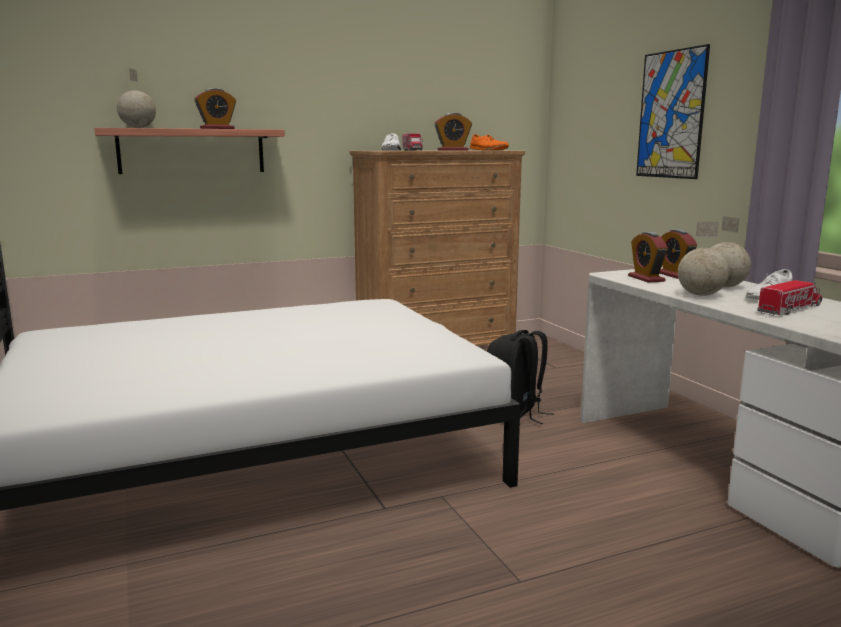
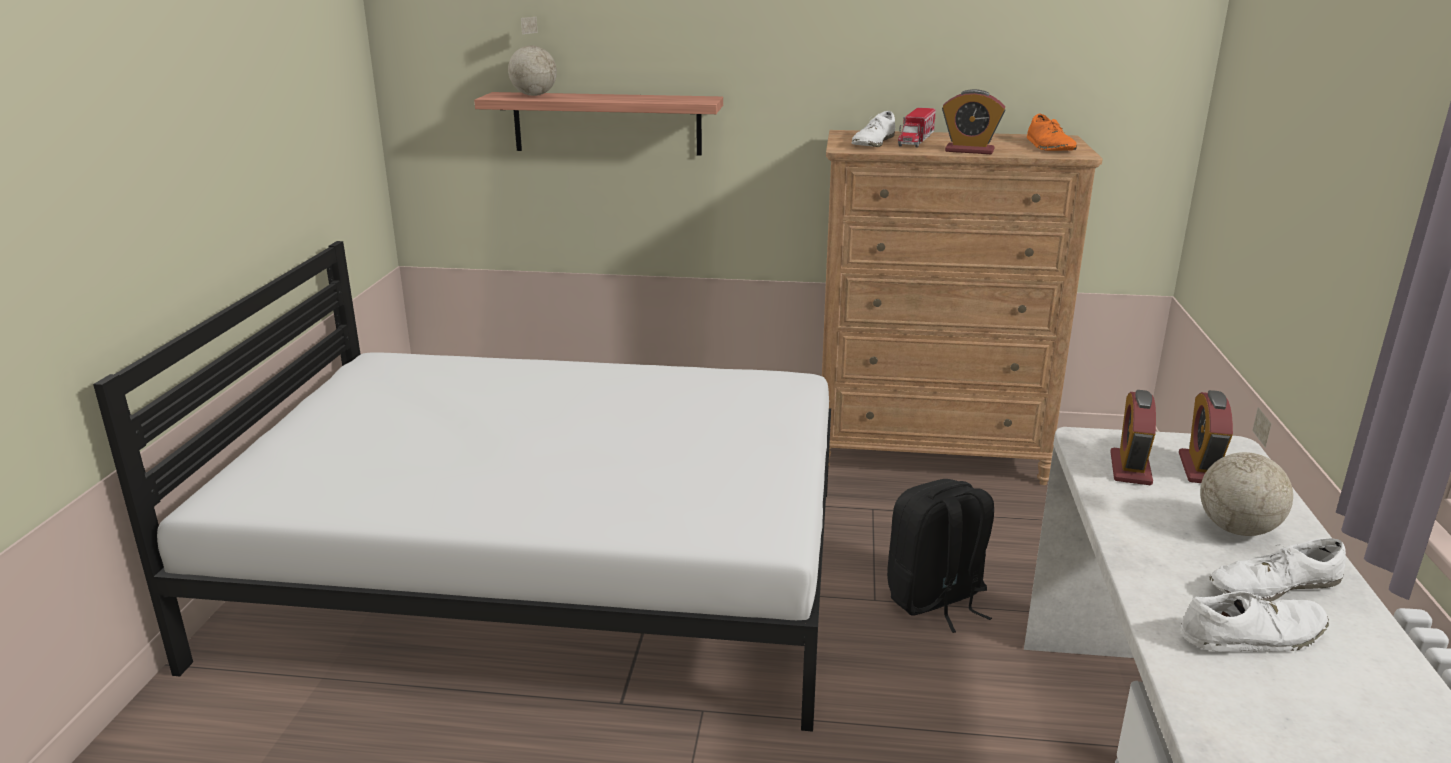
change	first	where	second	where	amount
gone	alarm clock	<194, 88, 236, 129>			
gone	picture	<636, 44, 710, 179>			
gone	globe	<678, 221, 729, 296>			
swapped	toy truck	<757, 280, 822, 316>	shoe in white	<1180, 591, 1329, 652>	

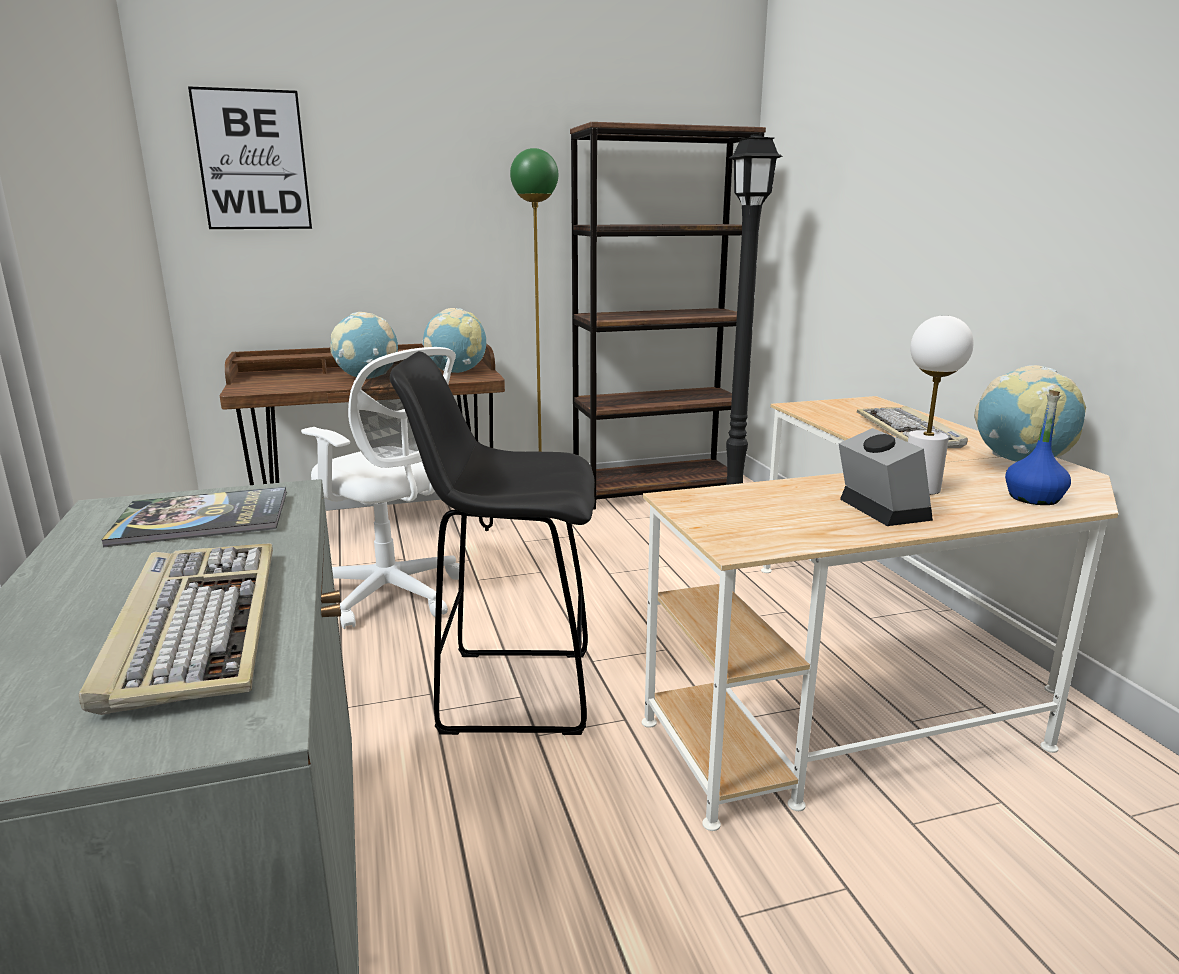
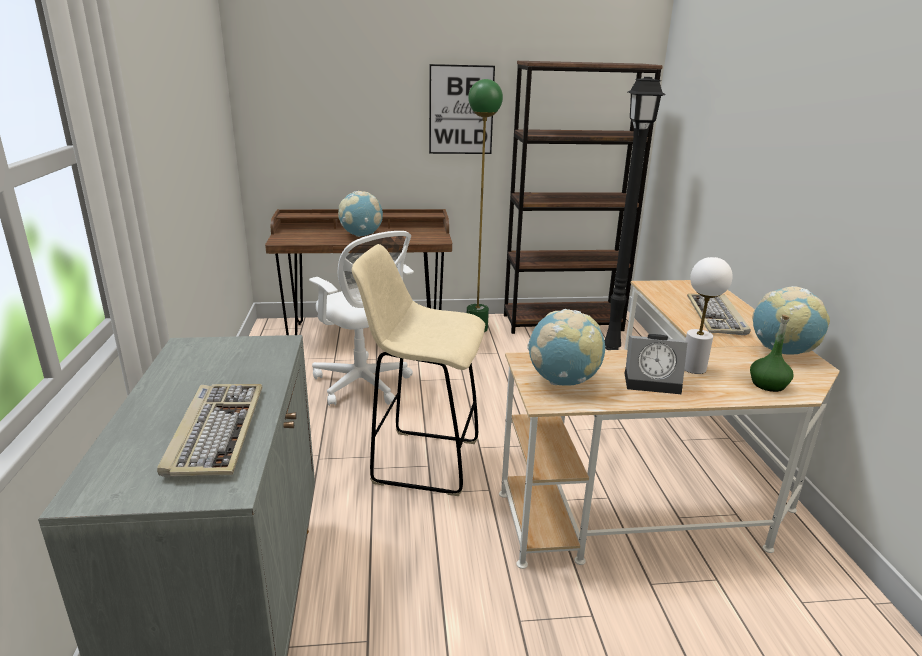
change	first	where	second	where	amount
gone	book	<101, 486, 287, 547>			
shifted	picture	<188, 86, 312, 229>		<429, 64, 495, 154>	
shifted	globe	<422, 308, 486, 373>		<527, 309, 605, 386>	
repainted	stool in black	<390, 351, 595, 735>	stool in beige	<352, 244, 485, 496>	
repainted	bottle in blue	<1005, 389, 1071, 505>	bottle in green	<750, 315, 793, 392>	
rotated	alarm clock	<838, 428, 933, 526>		<624, 334, 687, 394>	105 degrees clockwise

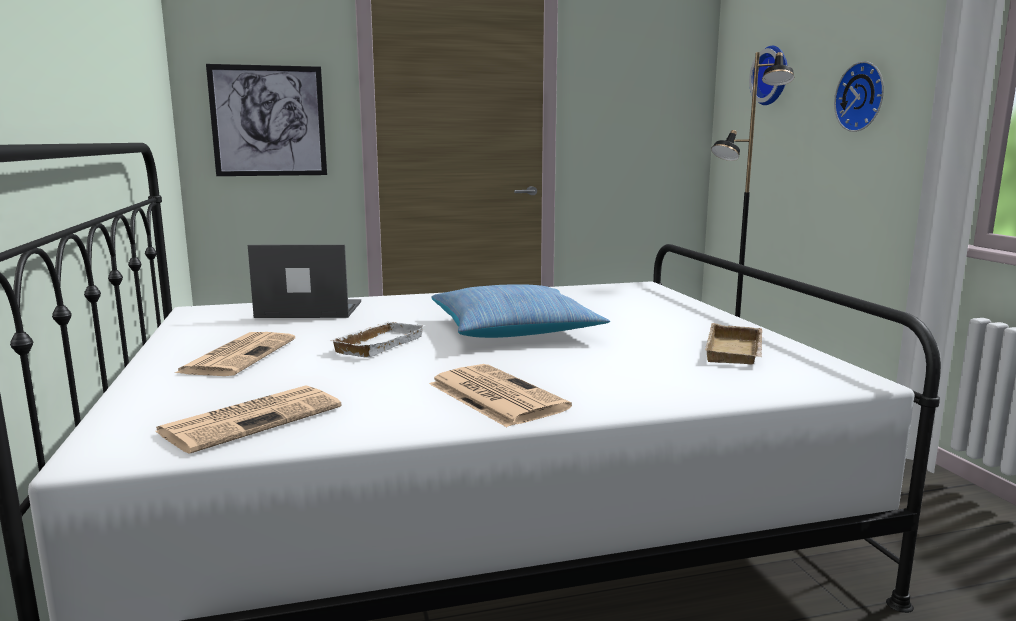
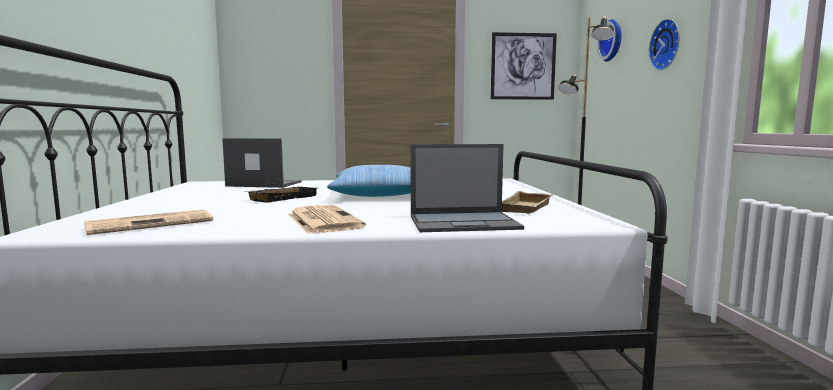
change	first	where	second	where	amount
gone	newspaper	<175, 332, 295, 376>			
new			laptop	<411, 144, 524, 232>	
shifted	picture	<206, 64, 327, 176>		<491, 32, 557, 100>	
repainted	tray in white	<327, 321, 425, 358>	tray in black	<246, 186, 317, 203>	

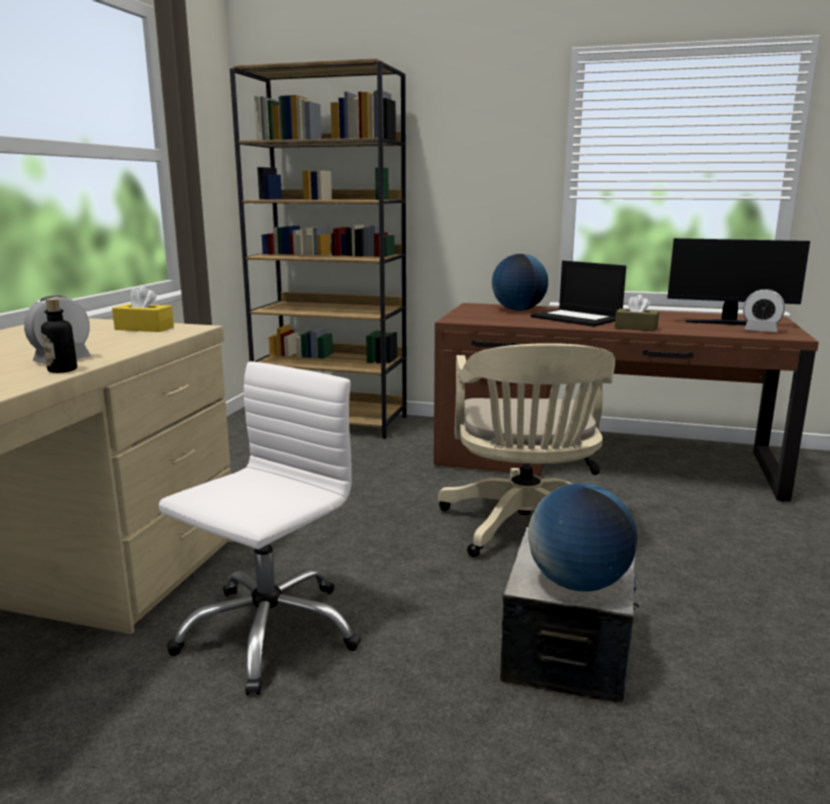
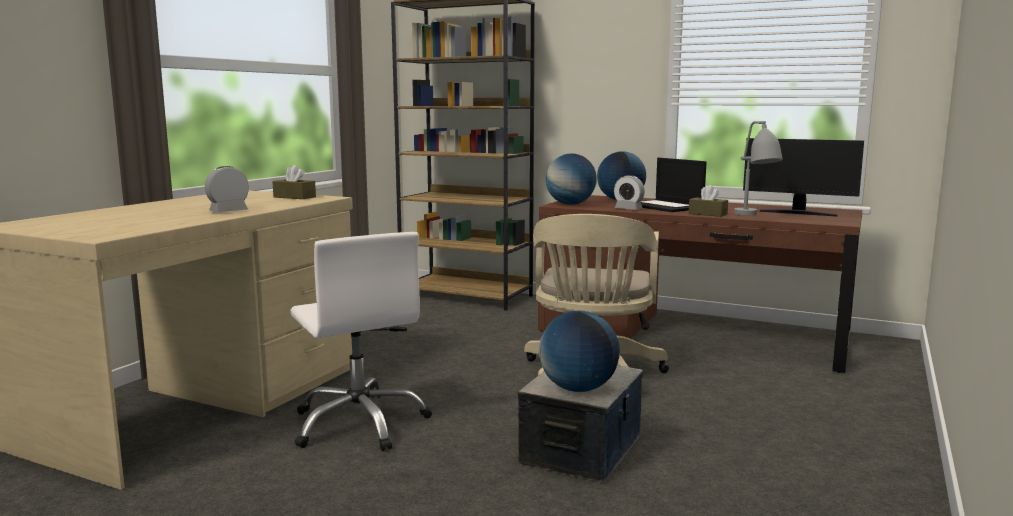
change	first	where	second	where	amount
gone	bottle	<41, 299, 77, 373>			
new			globe	<546, 154, 597, 205>	
new			table lamp in grey	<734, 121, 783, 215>	
shifted	alarm clock	<743, 289, 785, 332>		<614, 175, 645, 210>	
repainted	tissue box in yellow	<112, 285, 174, 332>	tissue box in brown	<272, 165, 316, 199>	
rotated	office chair in white	<159, 361, 361, 695>		<290, 232, 432, 451>	105 degrees clockwise

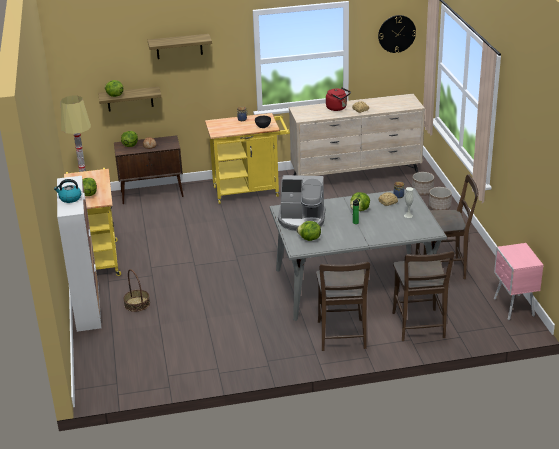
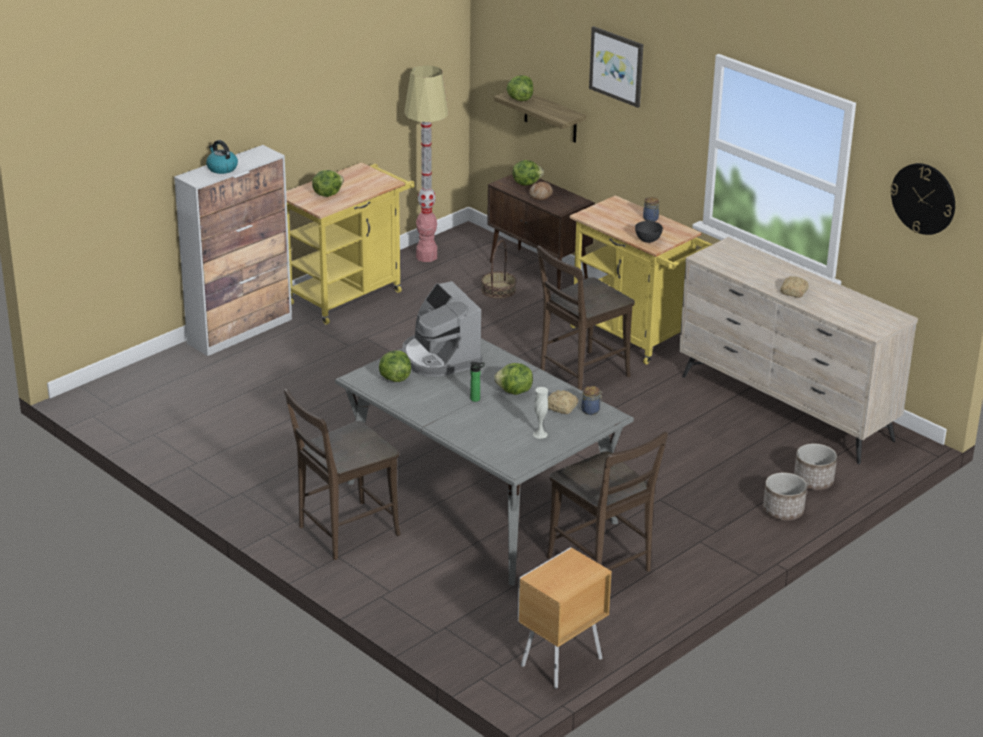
change	first	where	second	where	amount
gone	kettle in red	<326, 87, 351, 111>			
shifted	basket	<123, 269, 150, 312>		<481, 240, 516, 299>	
shifted	chair in brown	<392, 251, 454, 341>		<537, 246, 635, 390>	
swapped	shelf	<148, 34, 212, 59>	picture	<589, 26, 643, 108>	
repainted	nightstand in pink	<494, 243, 544, 320>	nightstand in brown	<518, 547, 612, 689>	

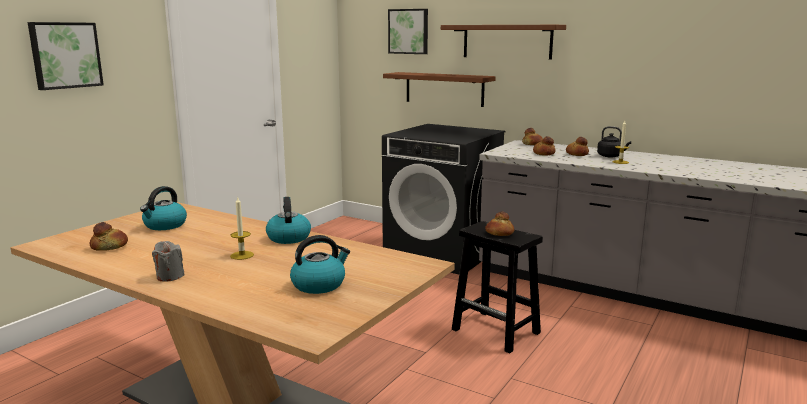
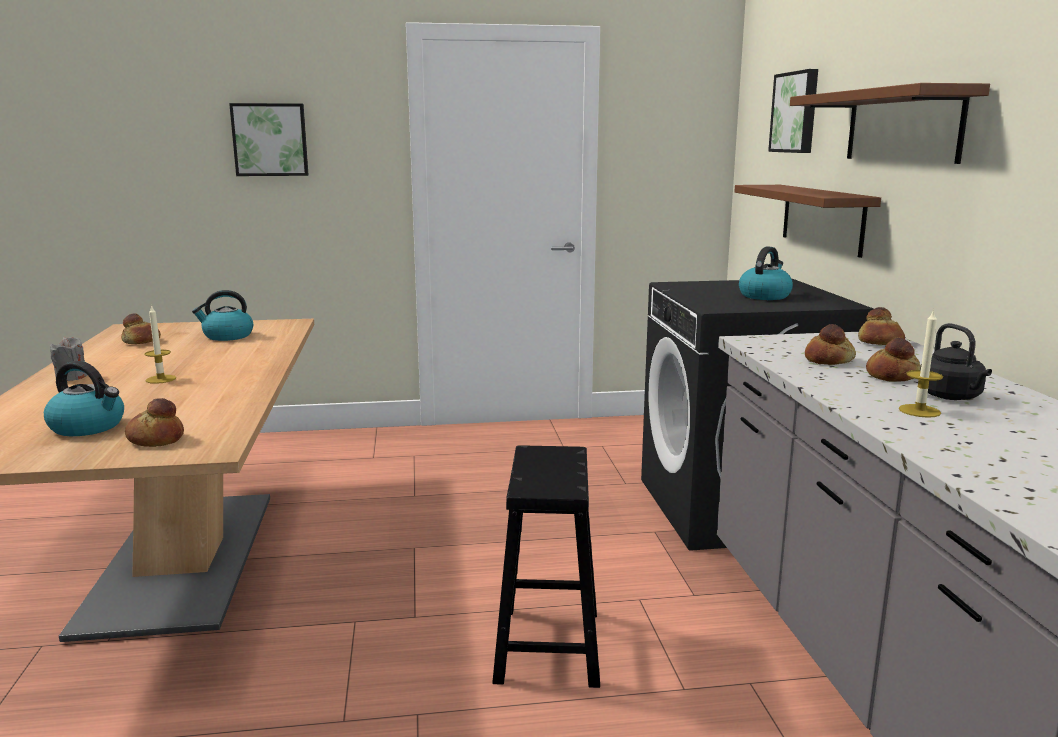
change	first	where	second	where	amount
shifted	kettle	<266, 197, 311, 244>		<739, 246, 793, 300>	
shifted	bread	<485, 212, 514, 236>		<125, 398, 184, 447>	

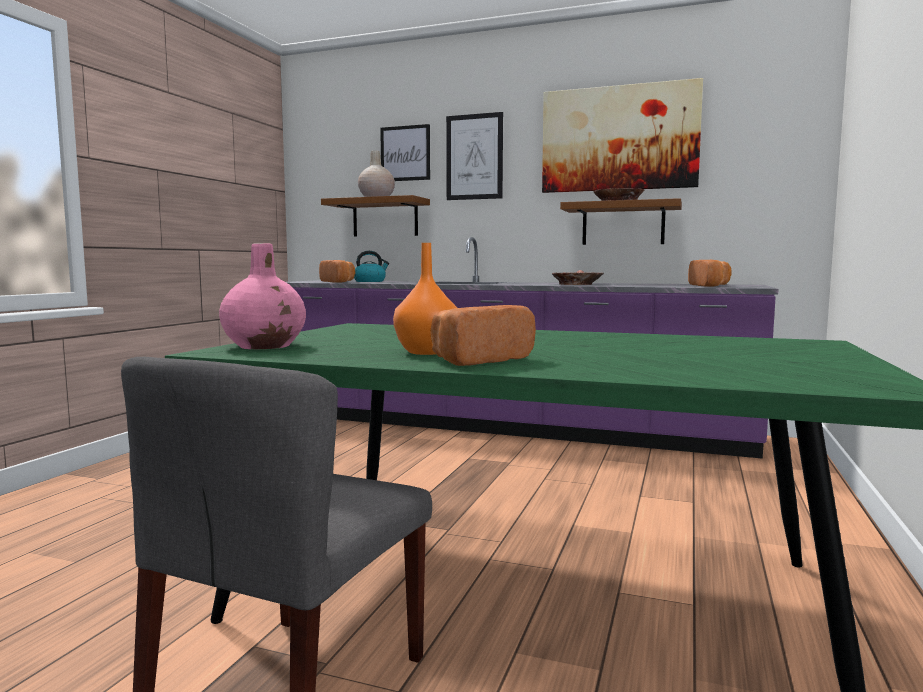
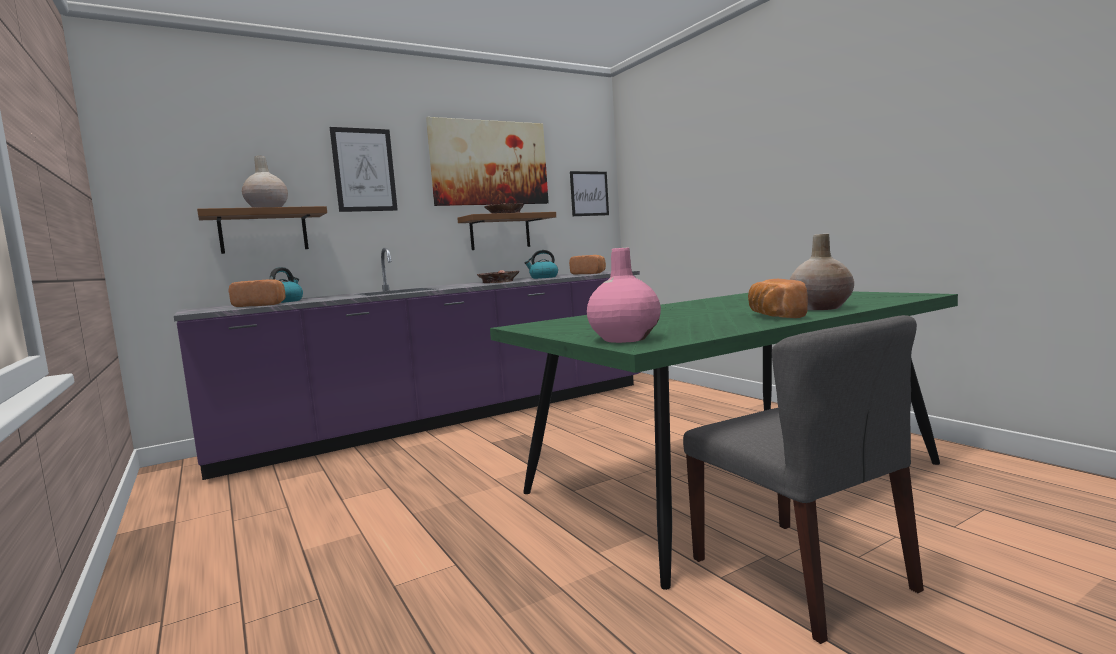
change	first	where	second	where	amount
gone	vase in orange	<393, 243, 457, 355>			
new			kettle	<524, 250, 558, 279>	
new			vase in beige	<790, 234, 854, 310>	
shifted	picture	<380, 124, 430, 181>		<570, 171, 609, 216>	

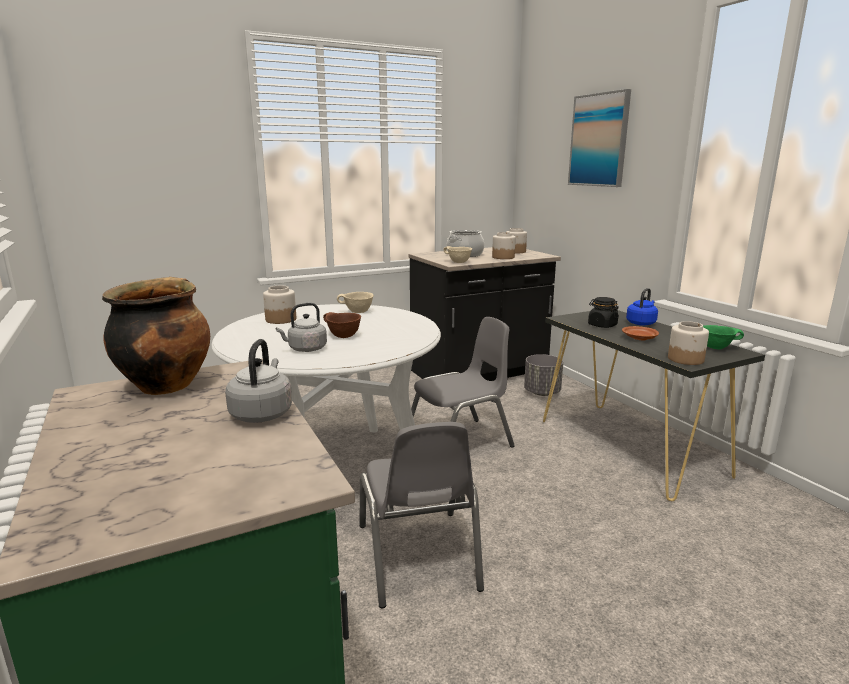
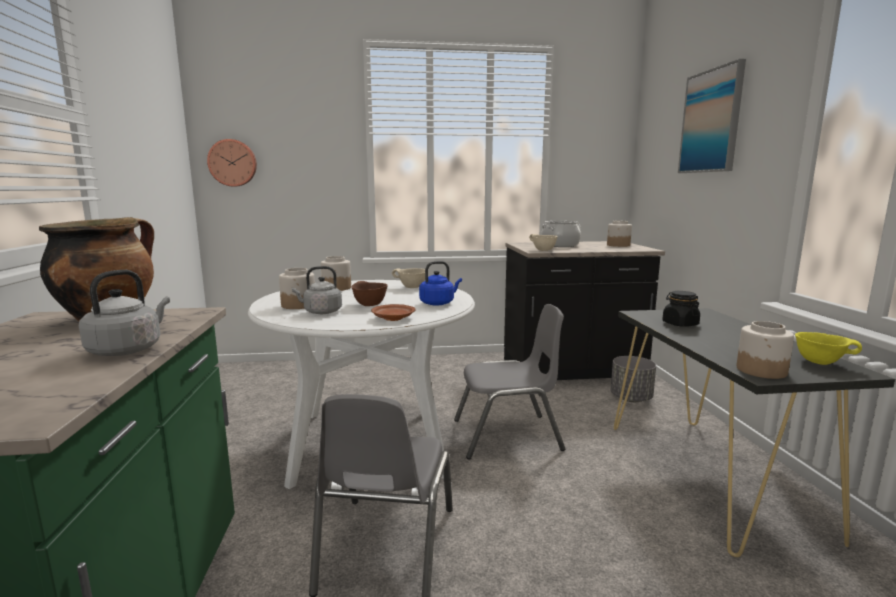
change	first	where	second	where	amount
new			wall clock	<207, 139, 257, 187>	
shifted	jar	<492, 232, 516, 259>		<279, 268, 315, 309>	
shifted	plate in brown	<622, 326, 659, 340>		<371, 304, 416, 321>	
shifted	kettle in blue	<626, 288, 658, 326>		<419, 261, 462, 306>	
repainted	bowl in green	<703, 325, 744, 349>	bowl in yellow	<795, 332, 862, 365>	

